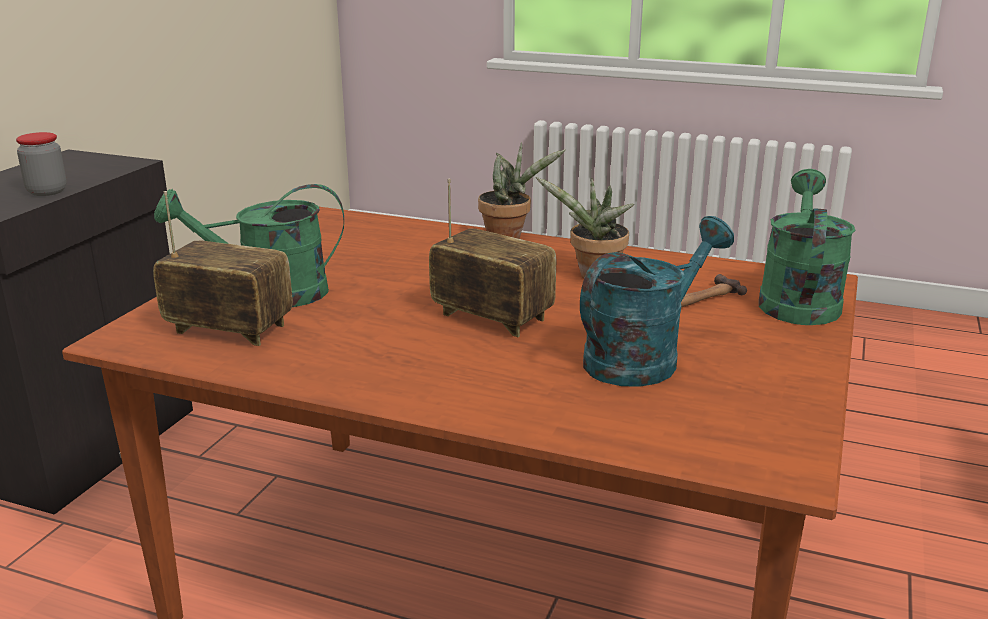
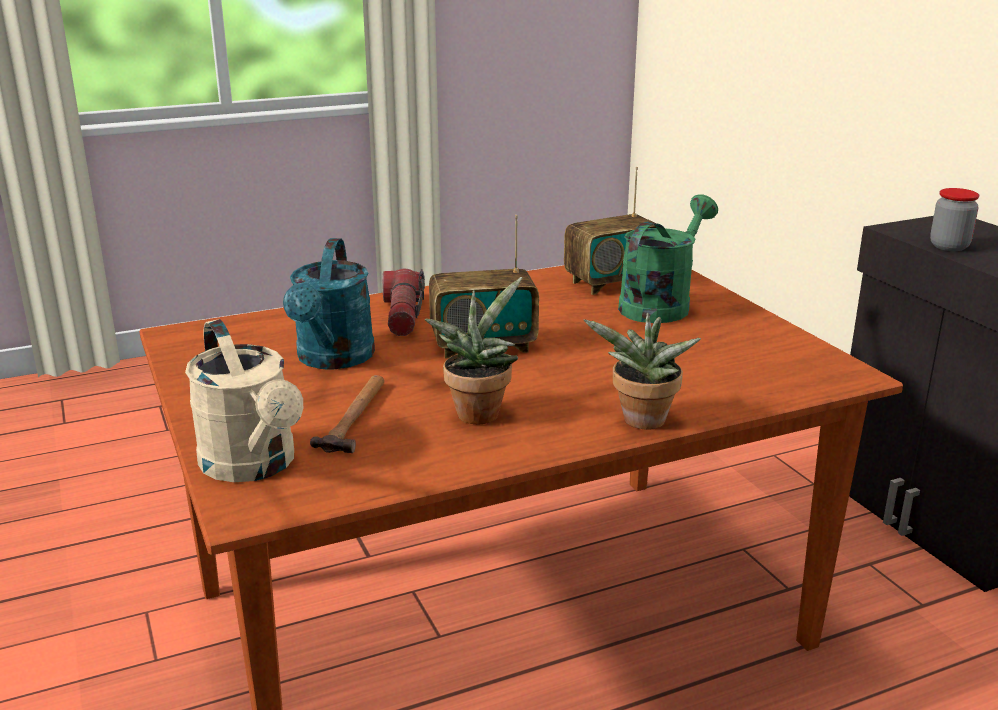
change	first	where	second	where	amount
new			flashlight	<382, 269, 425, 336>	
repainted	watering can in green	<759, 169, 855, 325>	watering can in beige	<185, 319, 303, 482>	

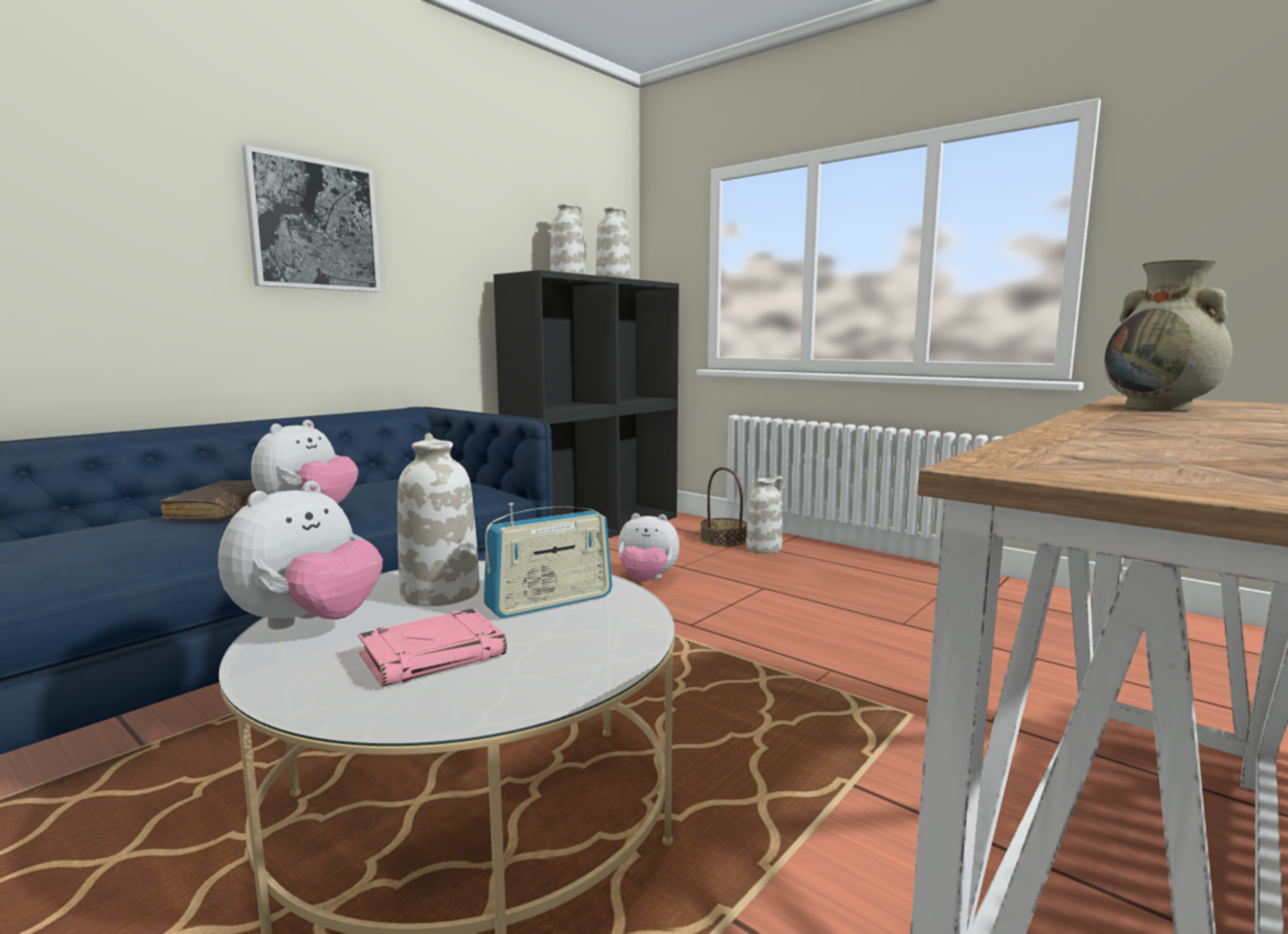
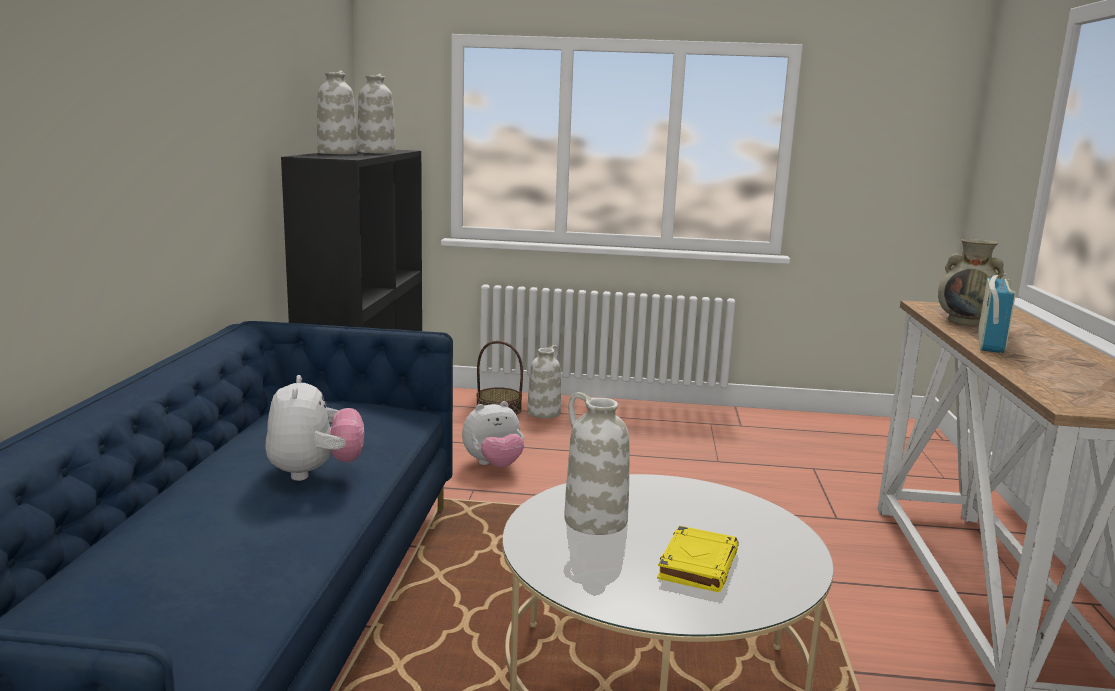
change	first	where	second	where	amount
gone	book in brown	<160, 480, 256, 520>			
gone	plush toy	<218, 481, 383, 630>			
gone	picture	<242, 145, 381, 292>			
shifted	radio	<484, 503, 612, 618>		<978, 273, 1016, 353>	
repainted	book in pink	<358, 608, 507, 687>	book in yellow	<657, 526, 739, 592>	

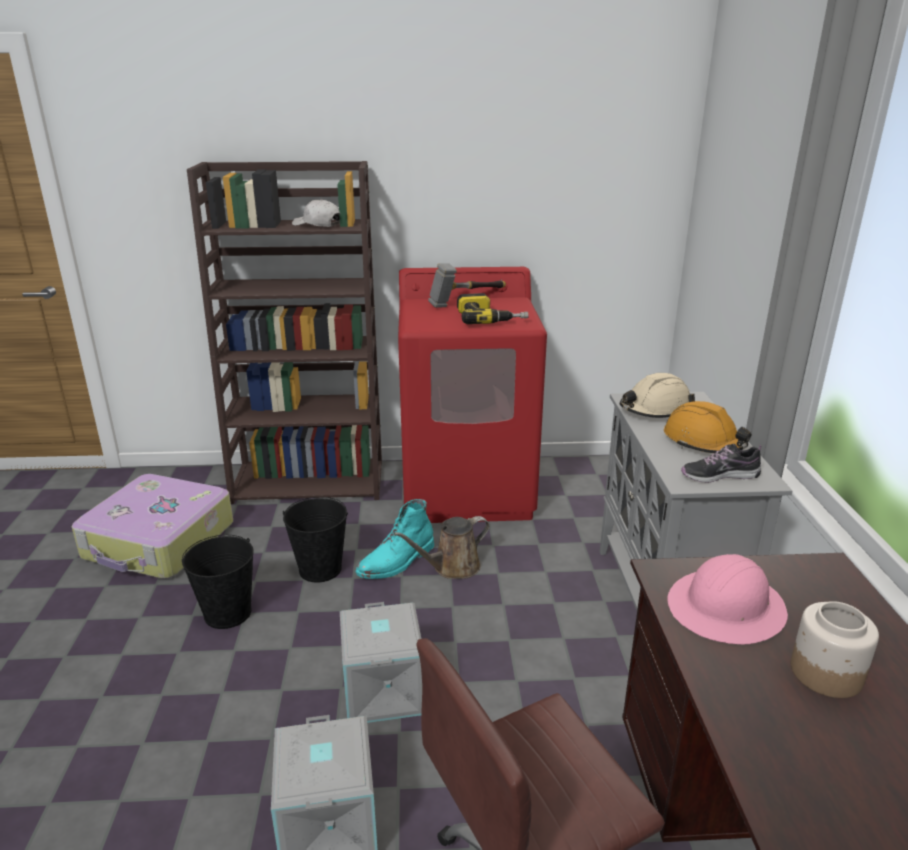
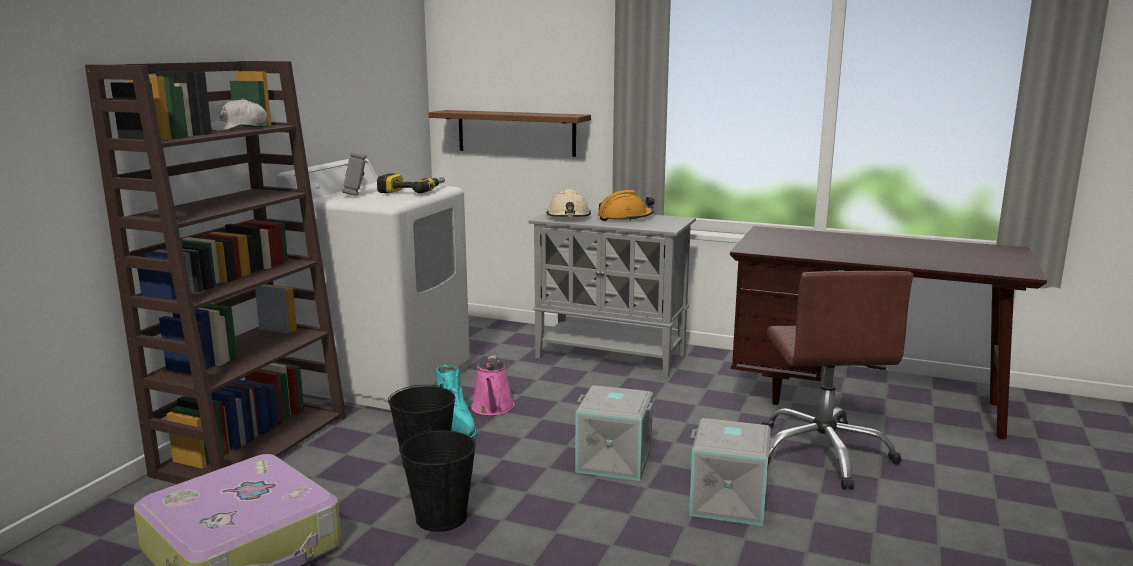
change	first	where	second	where	amount
gone	hard hat in pink	<667, 554, 788, 644>			
gone	shoe	<681, 444, 761, 483>			
gone	jar	<791, 601, 879, 698>			
new			shelf in brown	<428, 110, 591, 157>	
repainted	watering can in brown	<394, 516, 490, 579>	watering can in pink	<471, 355, 515, 415>	
repainted	washing machine in red	<398, 267, 547, 523>	washing machine in white	<276, 158, 470, 410>	

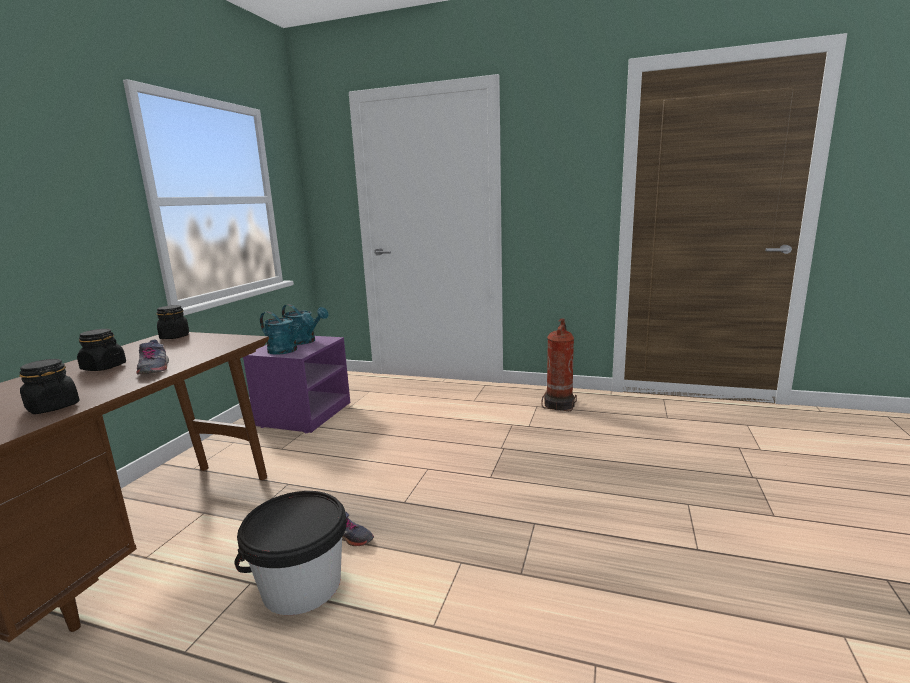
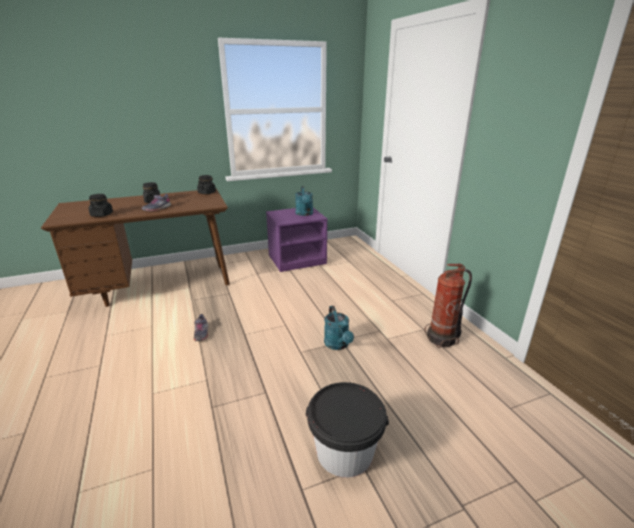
change	first	where	second	where	amount
shifted	bucket in black	<234, 491, 347, 615>		<306, 382, 389, 478>	
shifted	watering can in turquoise	<260, 311, 314, 355>		<324, 306, 354, 350>	

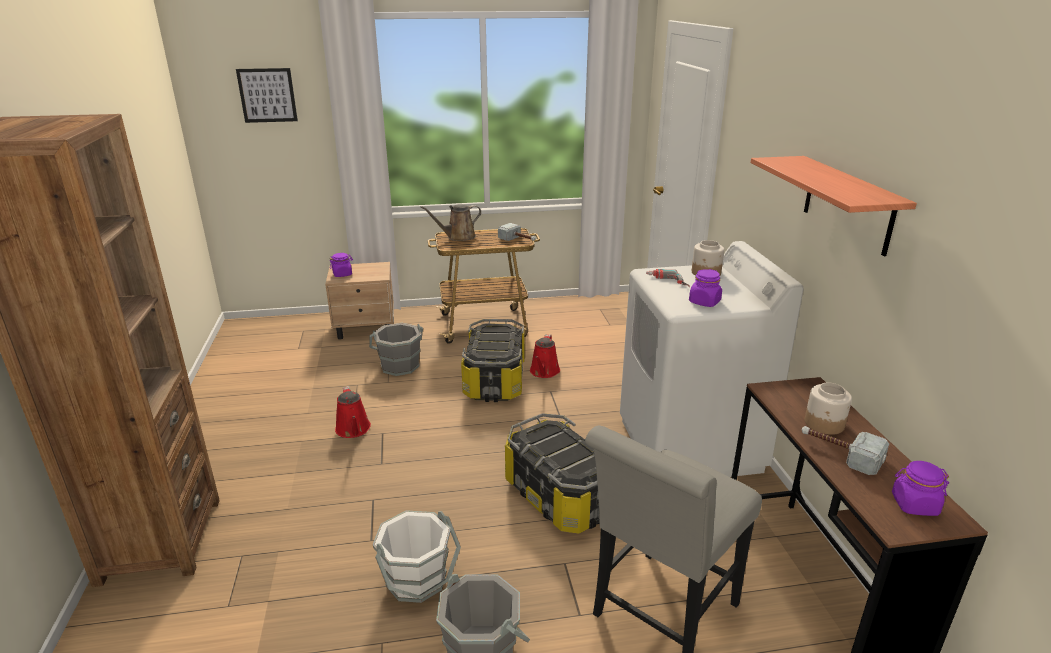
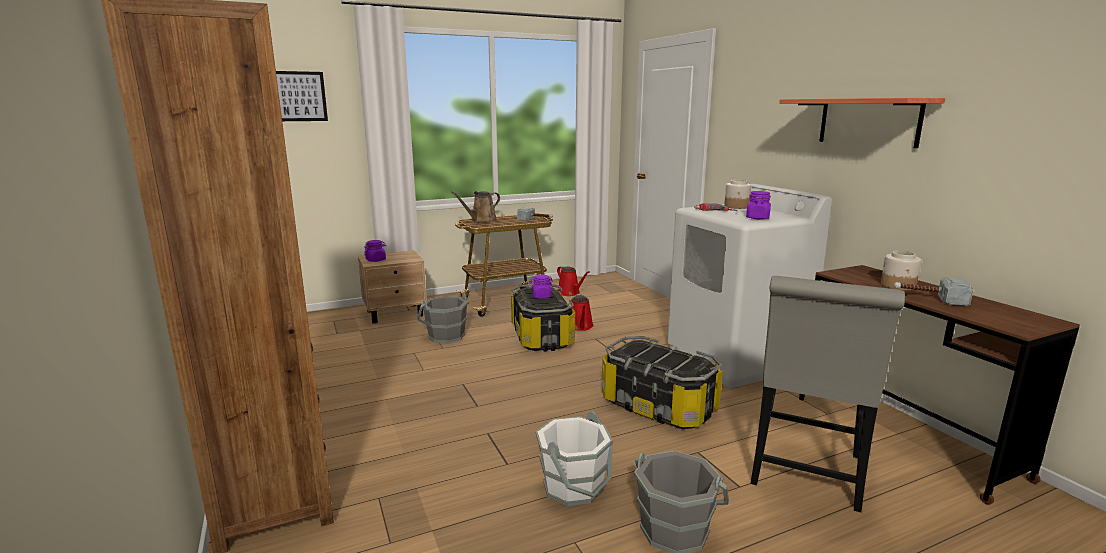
change	first	where	second	where	amount
shifted	watering can in red	<335, 386, 371, 438>		<557, 266, 589, 296>	
shifted	jar in purple	<892, 461, 949, 516>		<530, 274, 553, 298>	

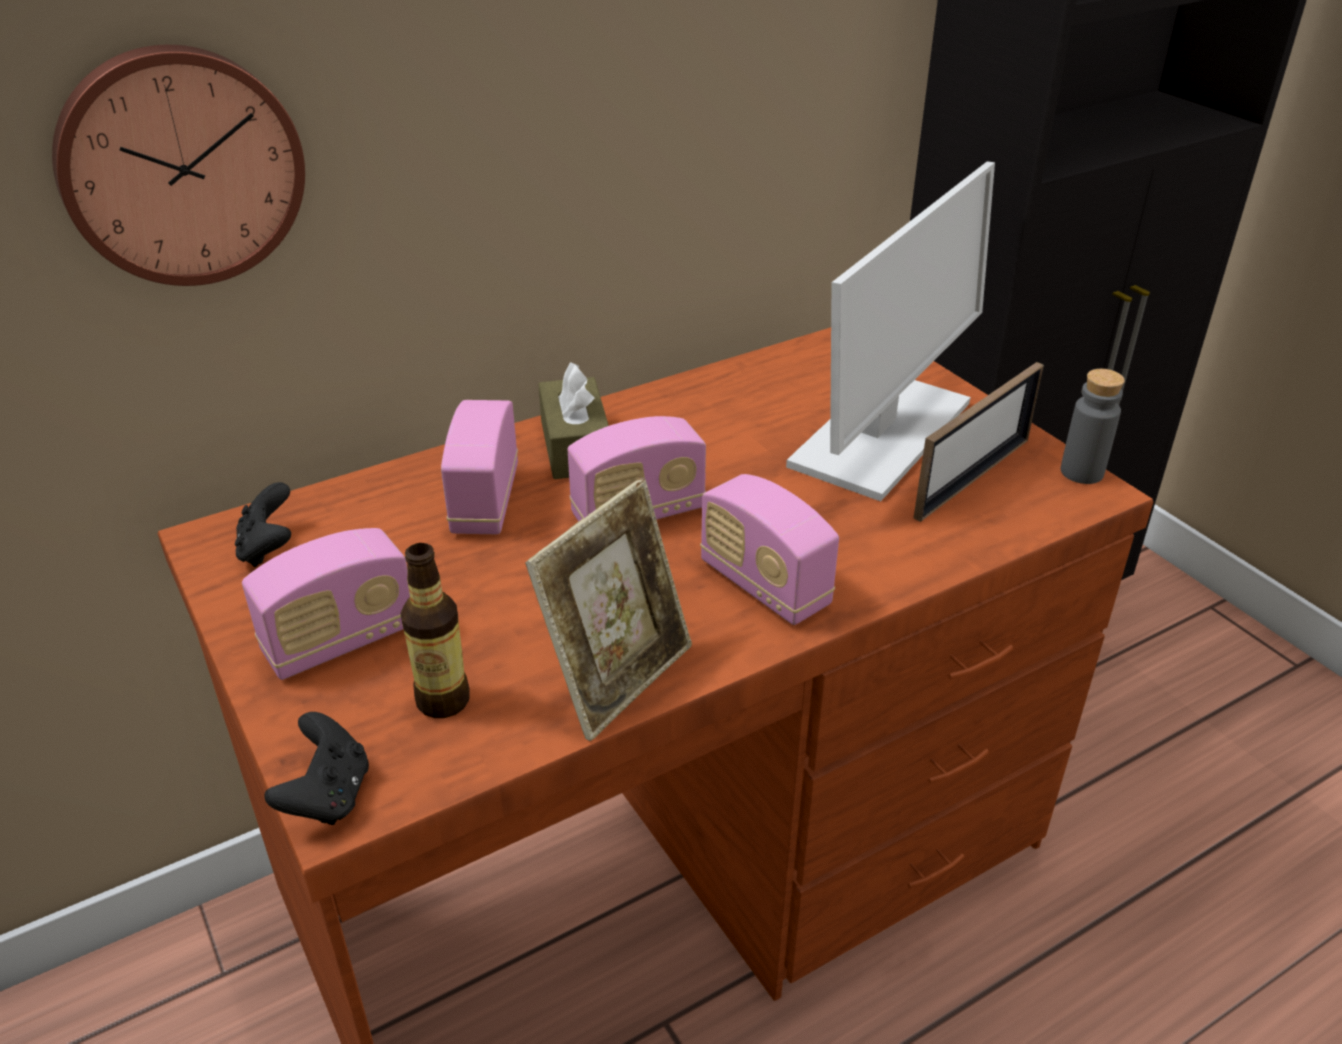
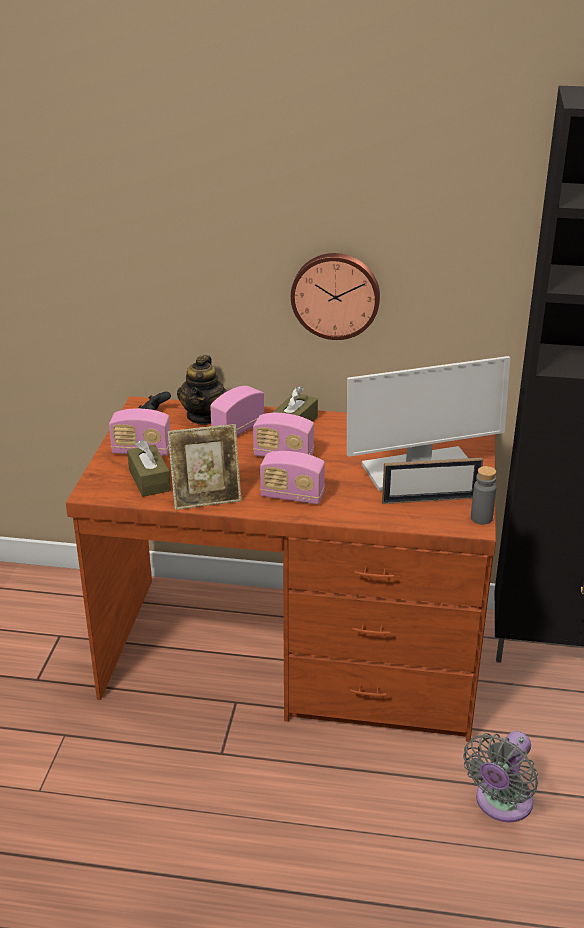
change	first	where	second	where	amount
gone	game controller in black	<264, 712, 369, 825>			
new			teapot	<177, 355, 227, 425>	
new			fan in grey	<463, 731, 538, 823>	
shifted	wall clock	<52, 45, 305, 286>		<291, 253, 380, 340>	
swapped	bottle	<400, 543, 470, 718>	tissue box in brown	<127, 440, 171, 497>	
rotated	radio	<700, 474, 839, 625>		<260, 451, 325, 504>	75 degrees counterclockwise

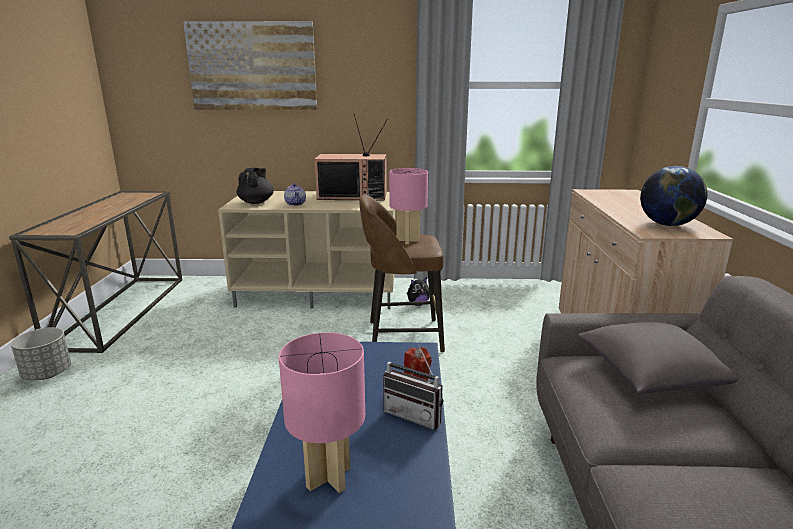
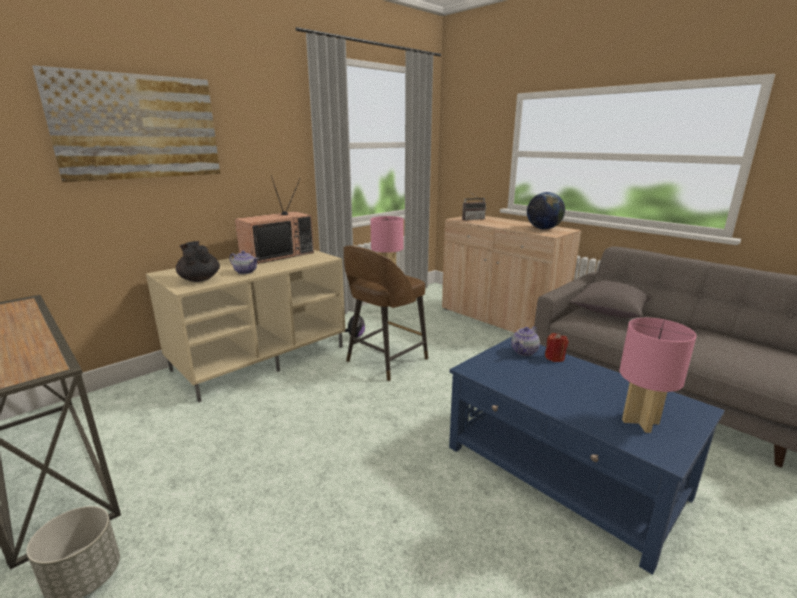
change	first	where	second	where	amount
new			teapot	<511, 326, 540, 356>	
shifted	radio	<383, 344, 443, 430>		<462, 192, 486, 221>	

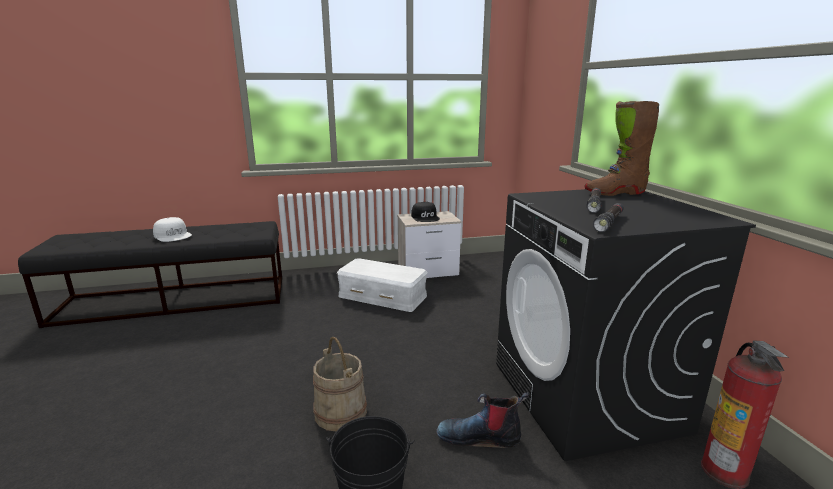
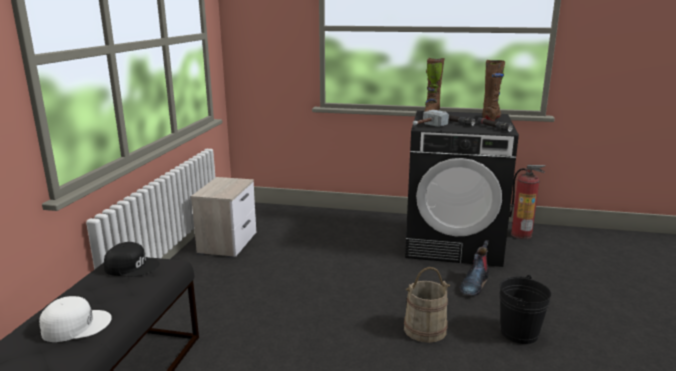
change	first	where	second	where	amount
gone	storage box in white	<337, 258, 427, 312>			
new			hammer	<413, 110, 449, 127>	
new			boot in brown	<482, 60, 505, 121>	
shifted	cap in black	<411, 202, 440, 222>		<104, 242, 160, 277>	

